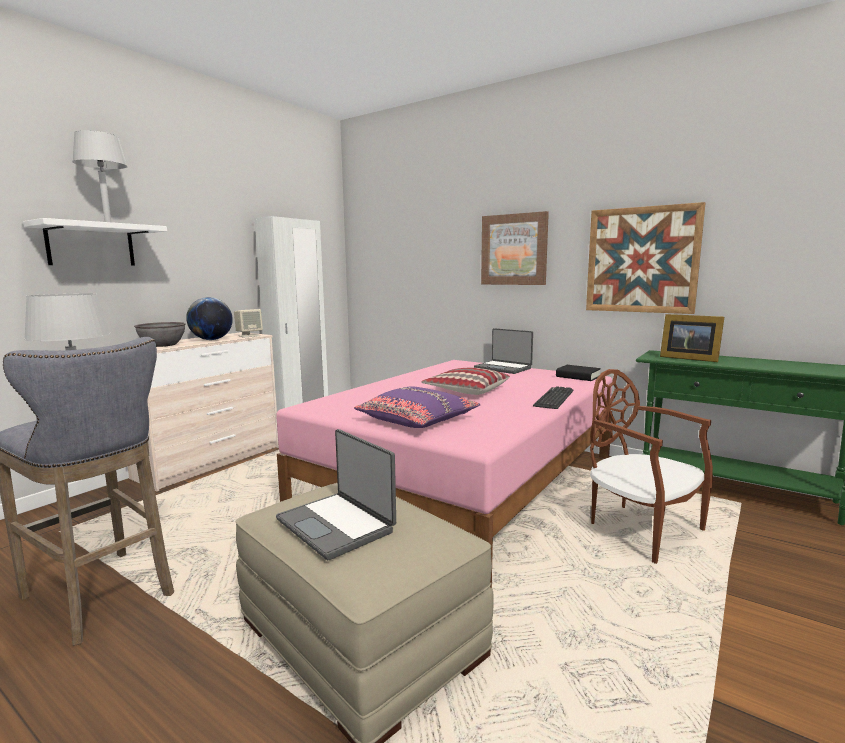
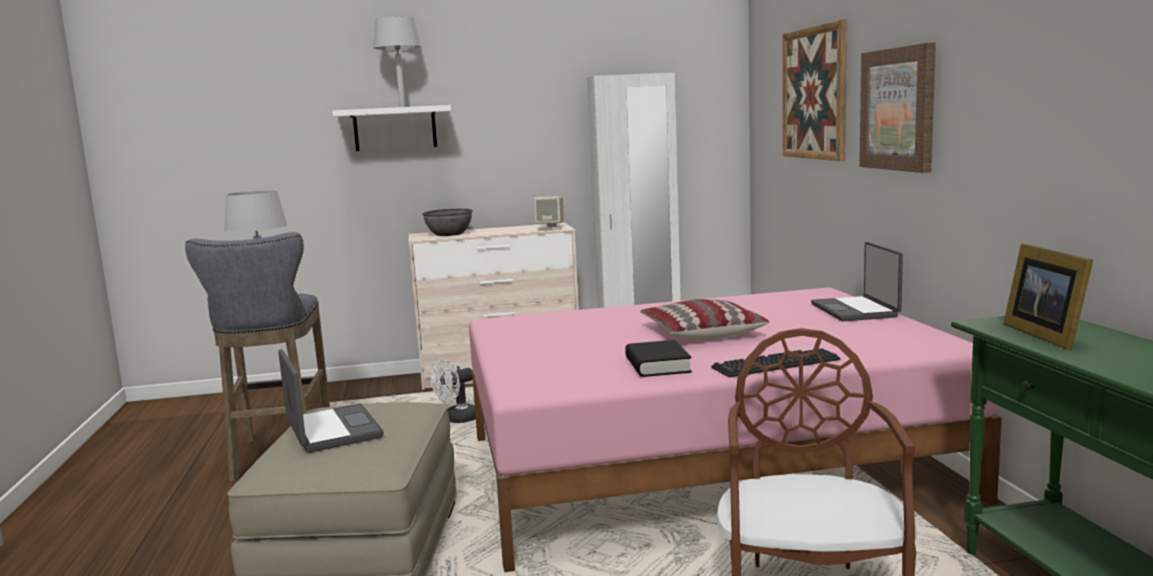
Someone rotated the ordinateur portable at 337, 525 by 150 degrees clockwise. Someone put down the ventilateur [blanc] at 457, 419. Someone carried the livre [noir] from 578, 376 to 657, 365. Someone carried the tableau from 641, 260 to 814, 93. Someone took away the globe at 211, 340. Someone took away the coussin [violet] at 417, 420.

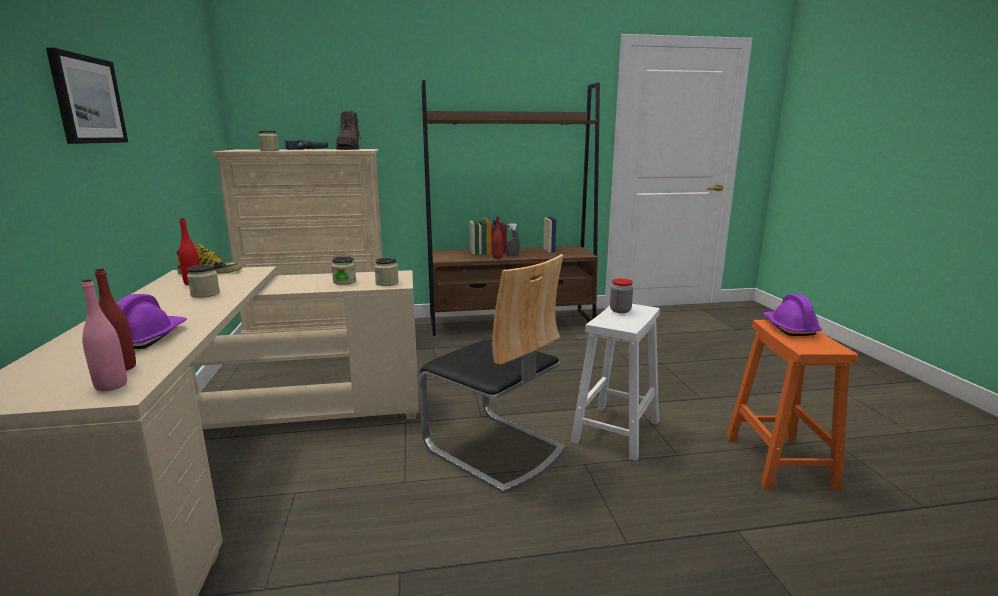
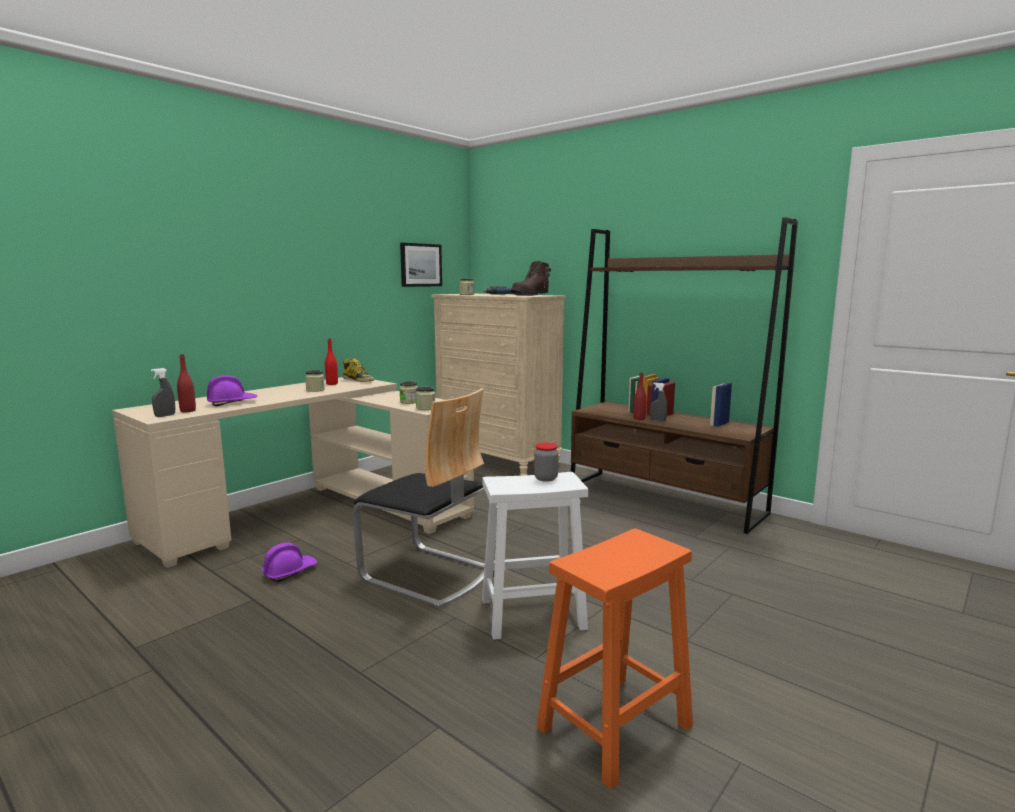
Someone swapped the bouteille [rose] at 111, 386 for the vaporisateur [gris] at 165, 416. Someone carried the casque de chantier [violet] from 789, 328 to 289, 572. Someone rotated the chaise at 494, 449 by 60 degrees counterclockwise. Someone carried the tableau from 87, 100 to 420, 265.

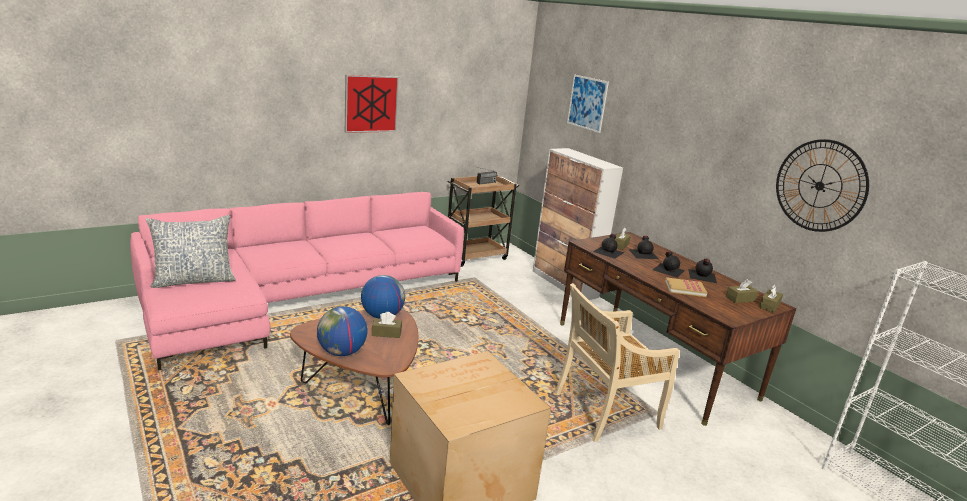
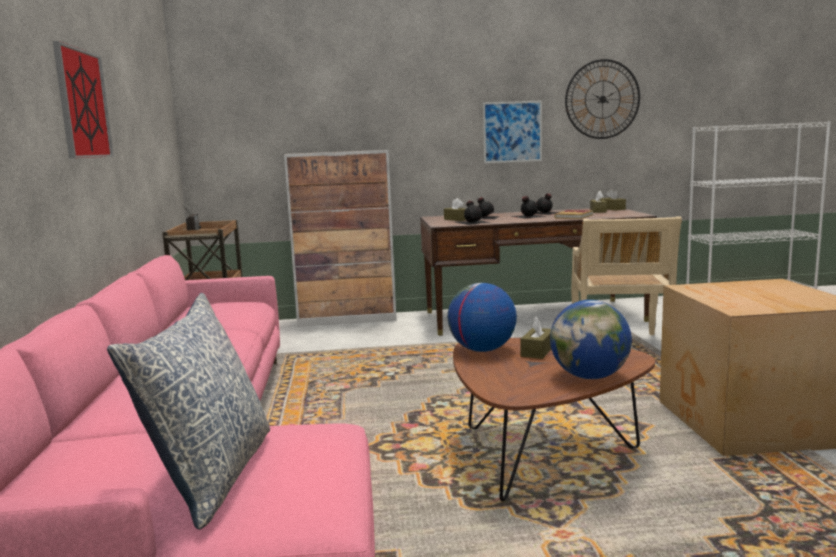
Someone carried the tableau from 587, 103 to 512, 132.

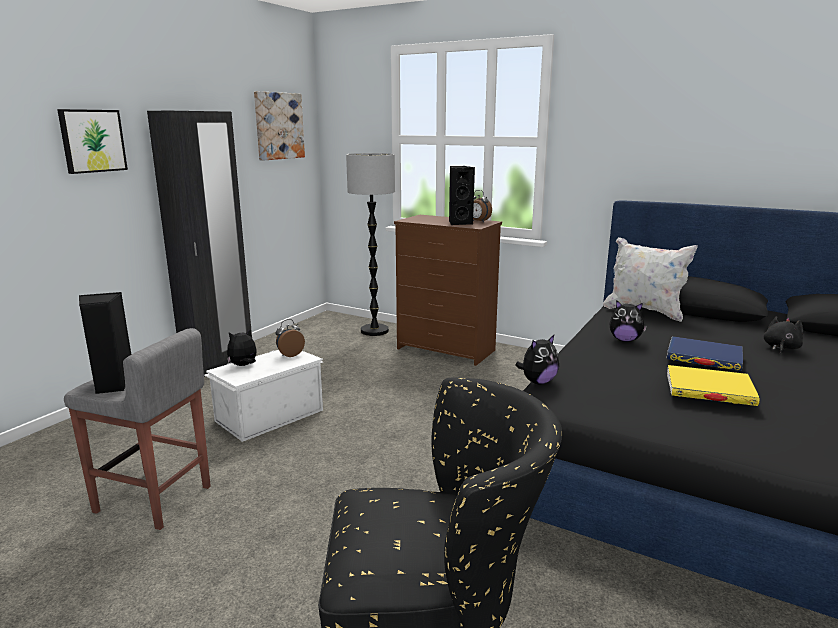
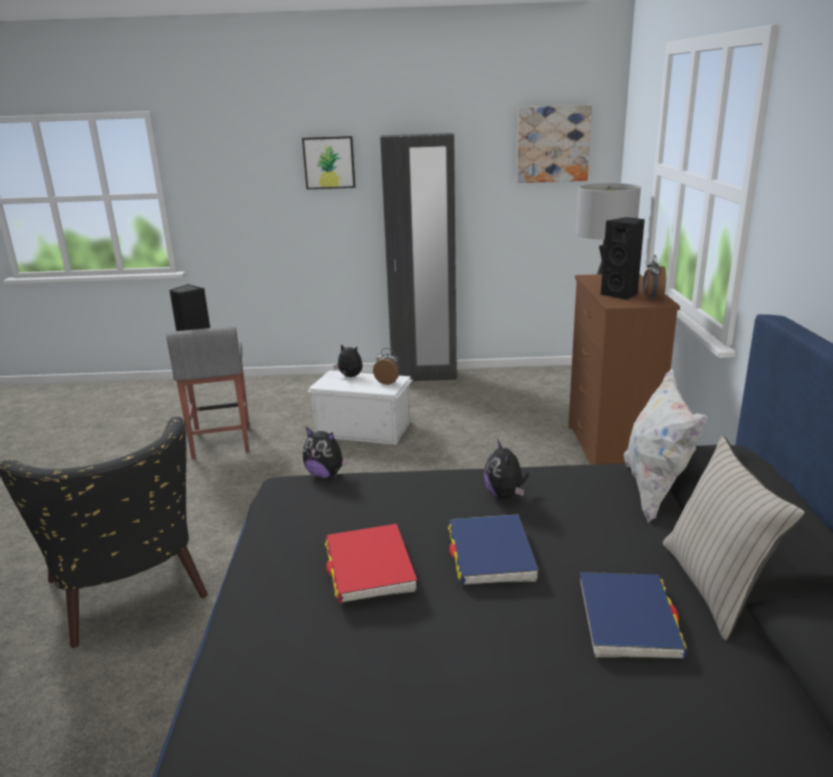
Someone repainted the livre [jaune] at 709, 390, which became the livre [rouge] at 369, 567. Someone swapped the peluche [noir] at 781, 348 for the livre [bleu] at 628, 619. Someone put down the coussin [beige] at 715, 586.

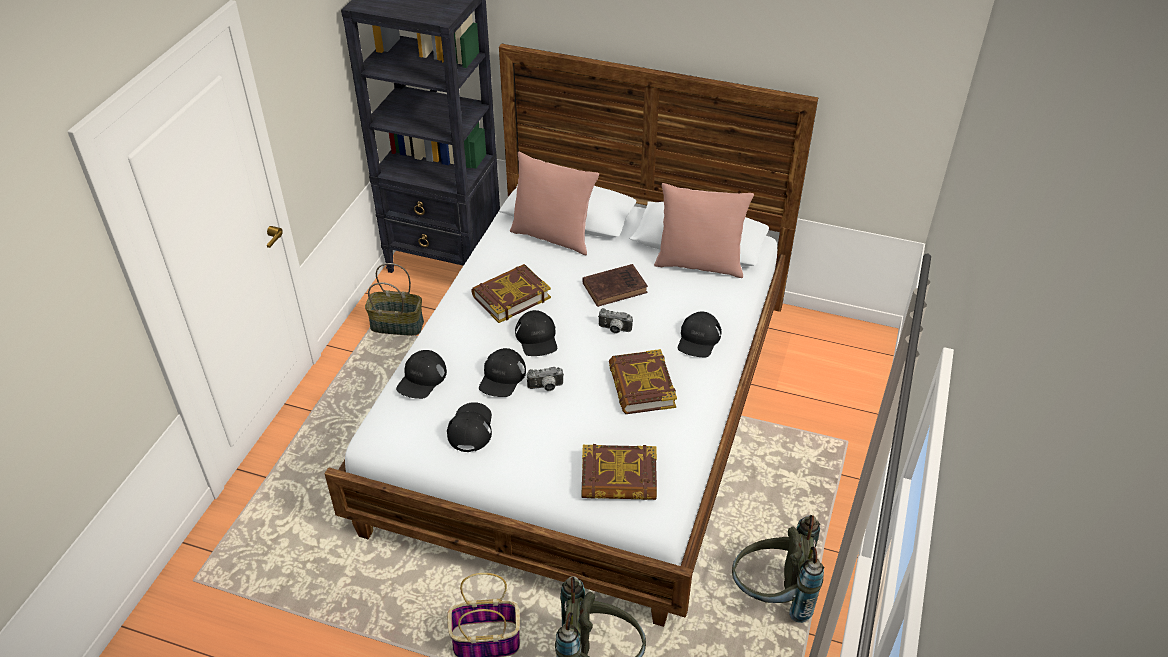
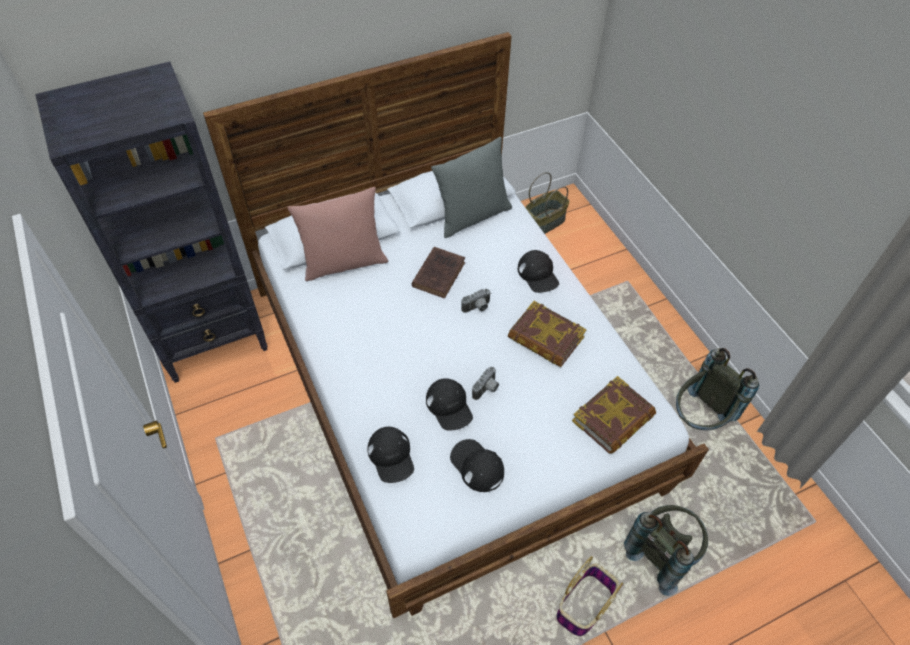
Someone repainted the coussin [rose] at 699, 264, which became the coussin [gris] at 472, 216. Someone carried the panier from 397, 325 to 544, 222. Someone took away the livre at 511, 297. Someone took away the casquette [noir] at 537, 338.

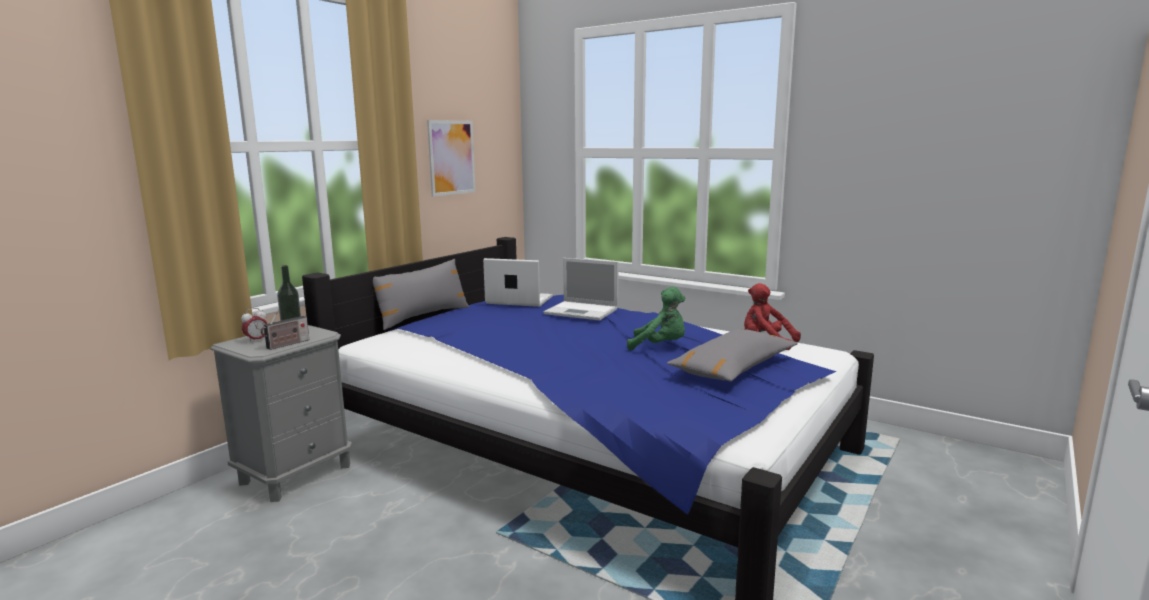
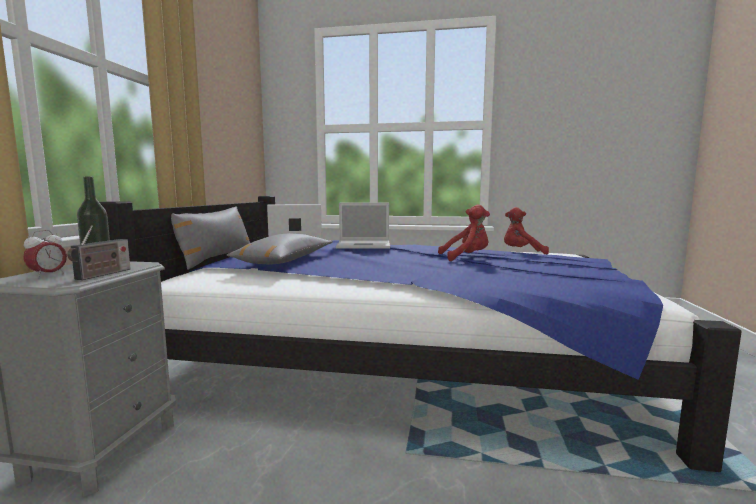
Someone carried the coussin [gris] from 733, 369 to 285, 261. Someone repainted the peluche [vert] at 660, 346, which became the peluche [rouge] at 466, 257. Someone took away the tableau at 451, 157.

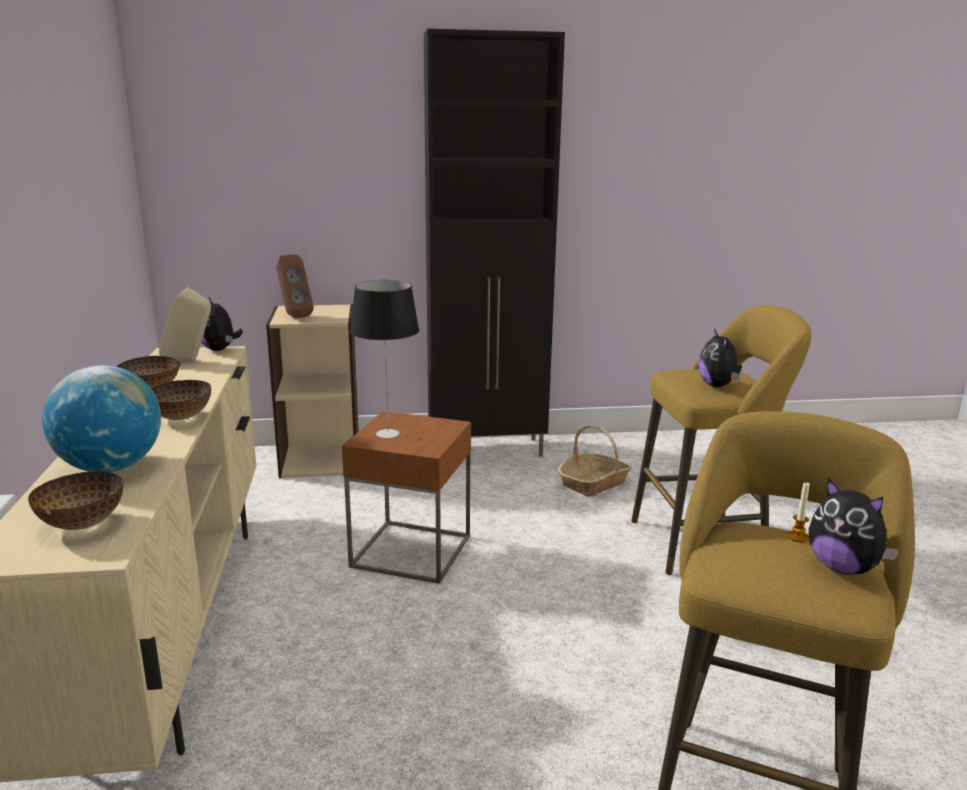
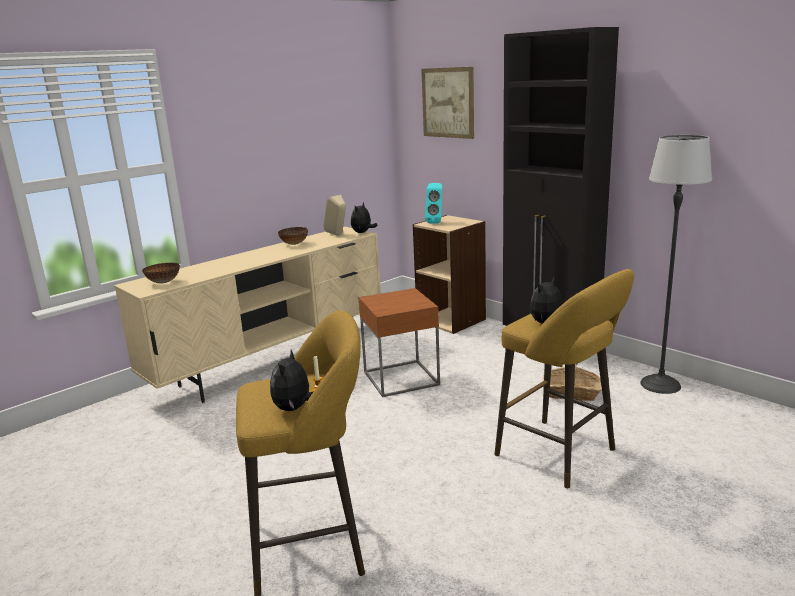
Someone put up the tableau at 448, 102. Someone repainted the enceinte [marron] at 293, 316, which became the enceinte [turquoise] at 436, 222. Someone put down the lampadaire at 660, 384. Someone took away the globe at 110, 467. Someone took away the bol at 180, 417. Someone took away the lampe de table at 387, 433.

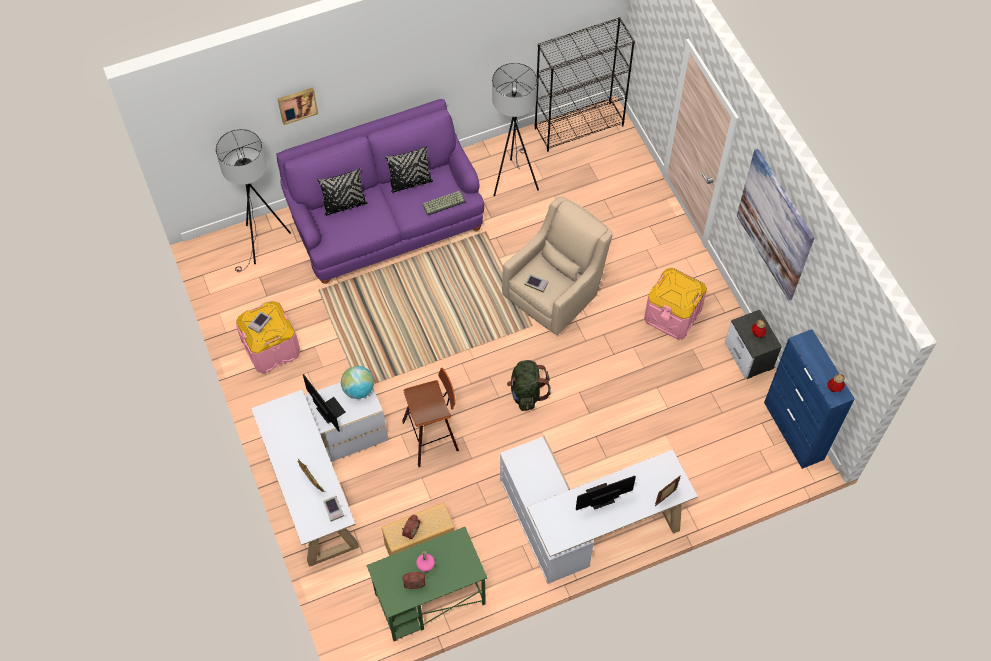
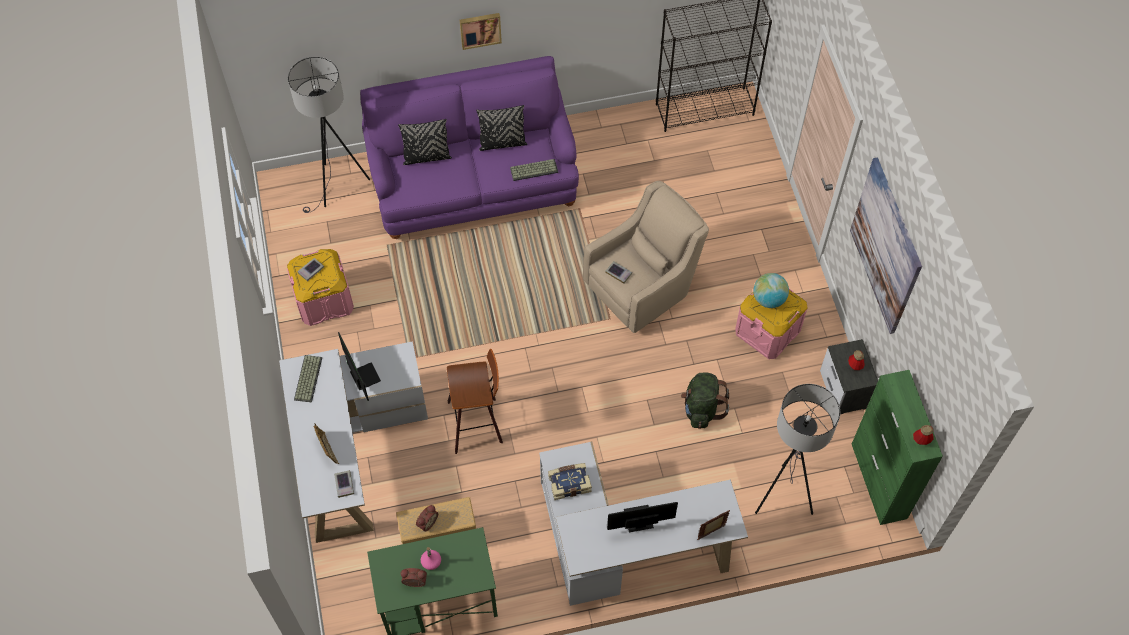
Someone put down the clavier at 307, 378. Someone carried the tableau from 297, 104 to 480, 29. Someone put down the livre at 569, 483. Someone carried the sac à dos [vert] from 526, 393 to 701, 408. Someone carried the globe from 358, 389 to 769, 299. Someone carried the lampadaire [gris] from 513, 178 to 782, 492. Someone repainted the meuble de rangement [bleu] at 793, 431, which became the meuble de rangement [vert] at 878, 481.

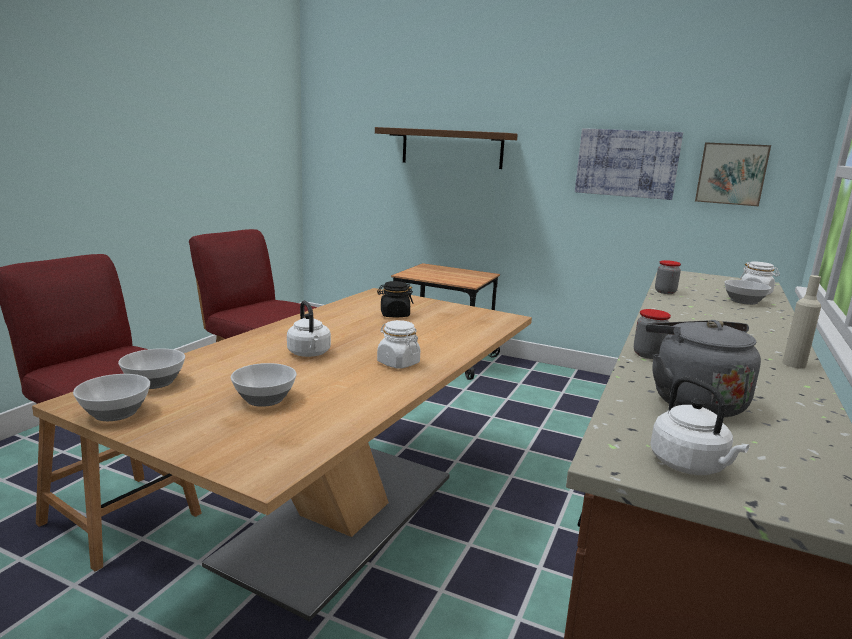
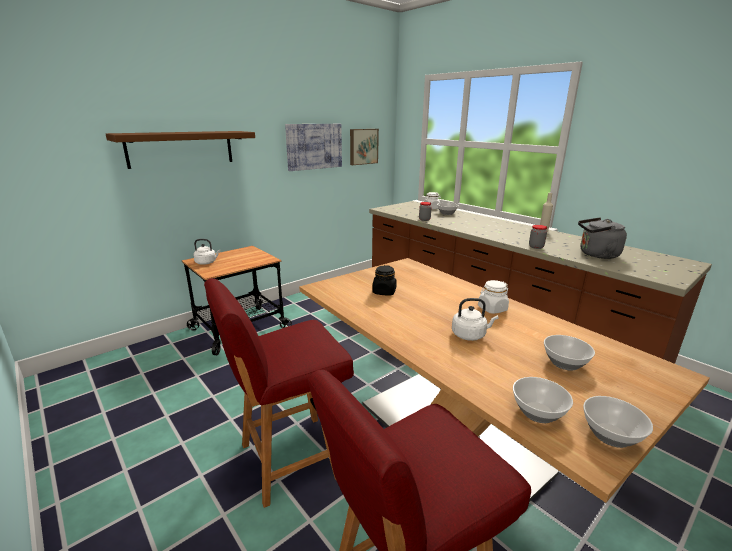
Someone carried the bouilloire [blanc] from 690, 466 to 207, 262.

